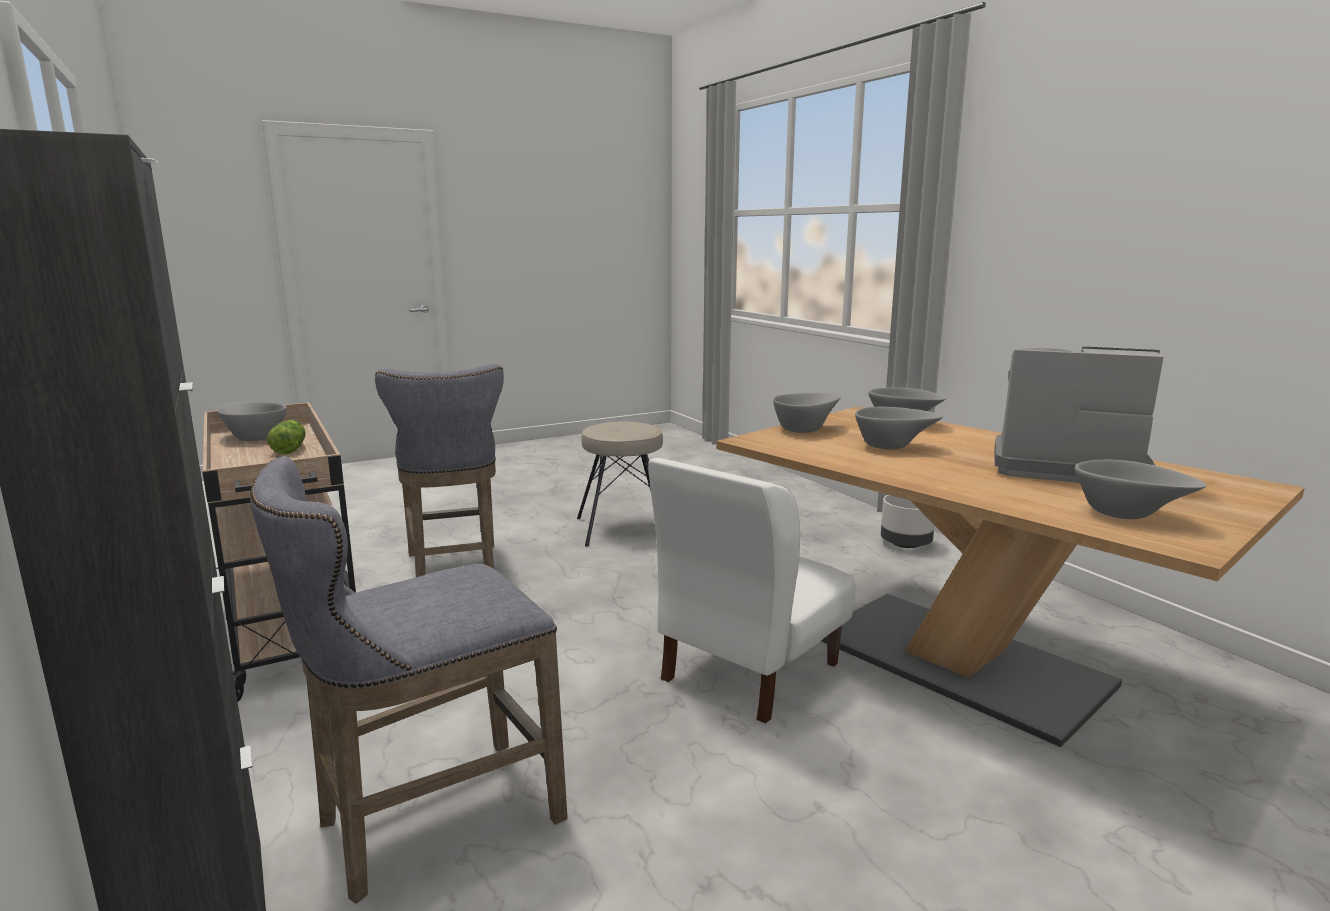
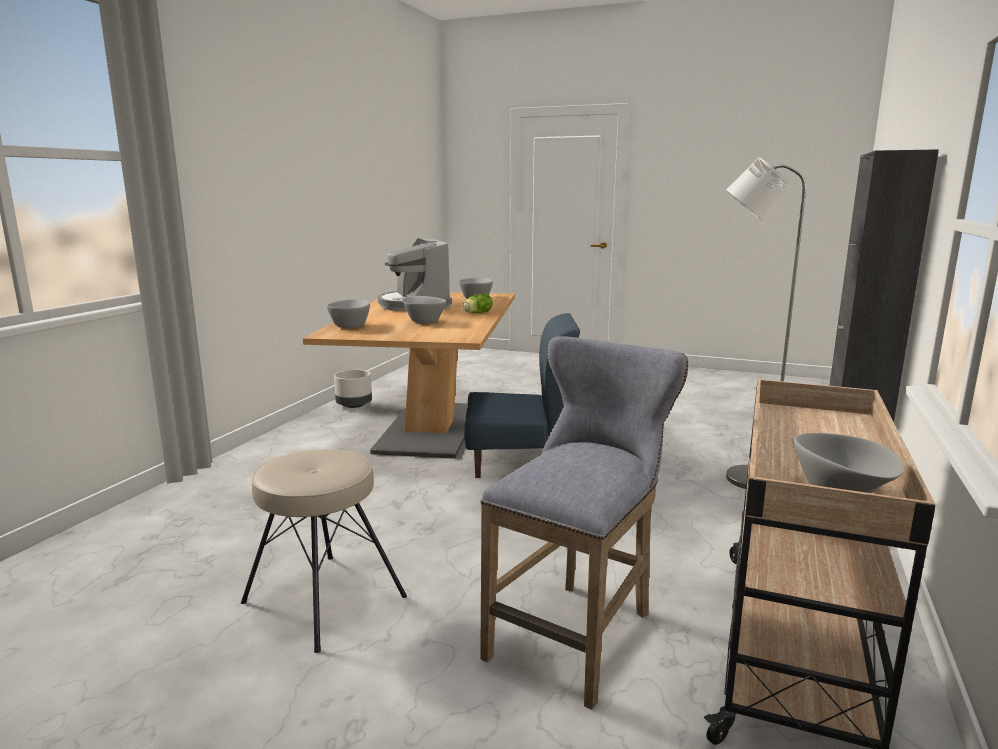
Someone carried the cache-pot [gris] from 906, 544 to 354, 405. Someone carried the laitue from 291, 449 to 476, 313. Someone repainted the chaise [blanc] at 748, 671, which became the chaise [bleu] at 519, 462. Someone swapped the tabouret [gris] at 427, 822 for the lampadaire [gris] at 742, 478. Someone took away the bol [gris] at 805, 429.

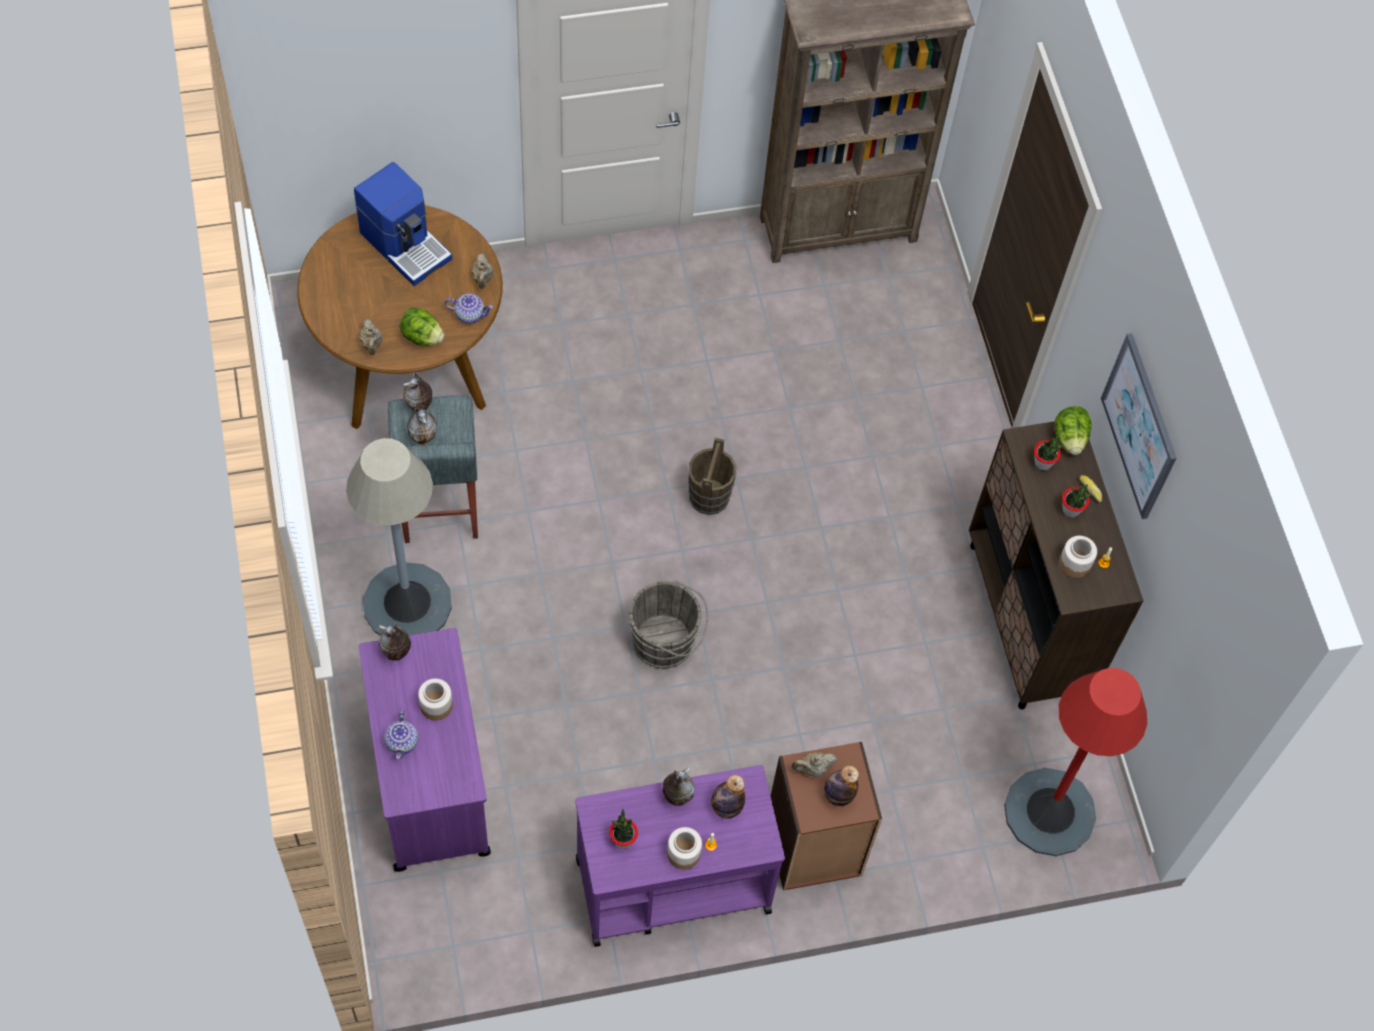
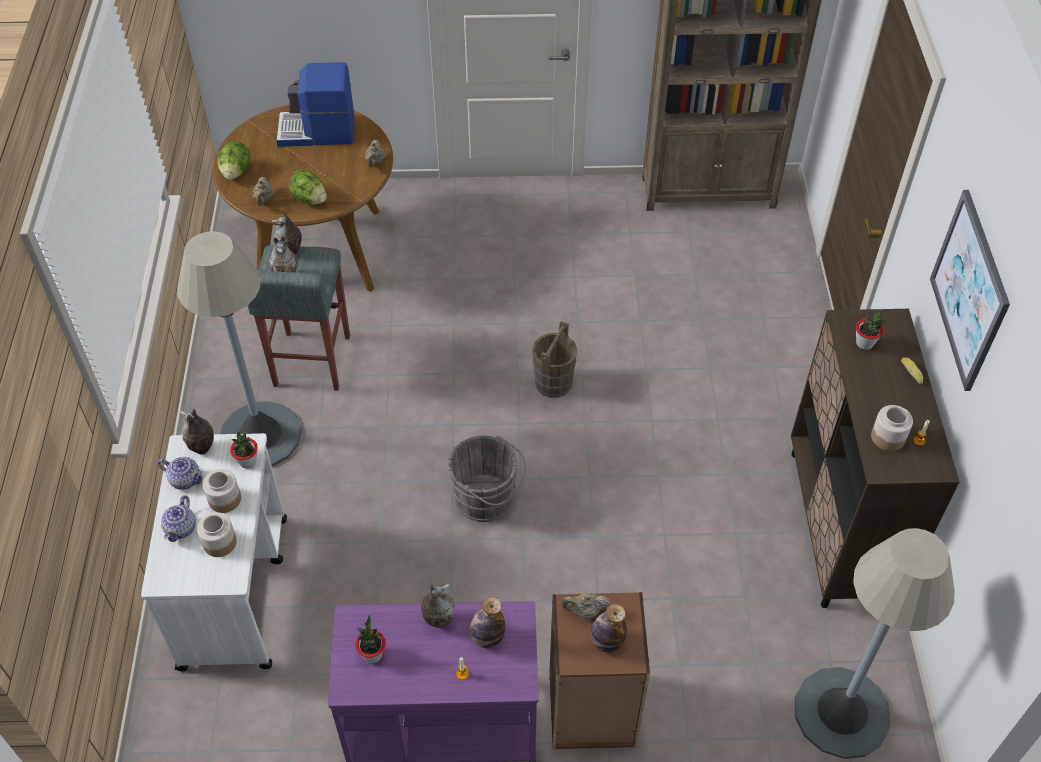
Someone repainted the chariot [violet] at 429, 779, which became the chariot [blanc] at 235, 590. Someone carried the théière from 469, 314 to 185, 479. Someone carried the bocal from 683, 854 to 219, 543. Someone carried the laitue from 1069, 438 to 236, 172. Someone carried the plante en pot from 1071, 510 to 247, 462. Someone rotated the machine à café at 406, 244 by 120 degrees clockwise. Someone repainted the lampadaire [rouge] at 1050, 812, which became the lampadaire [gris] at 842, 713.

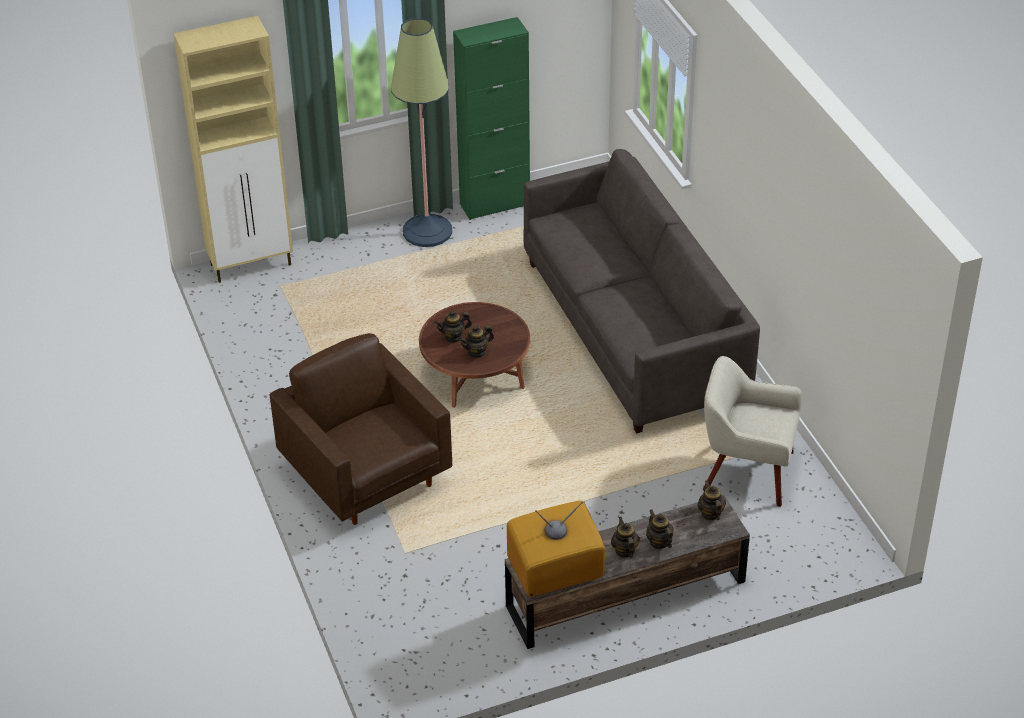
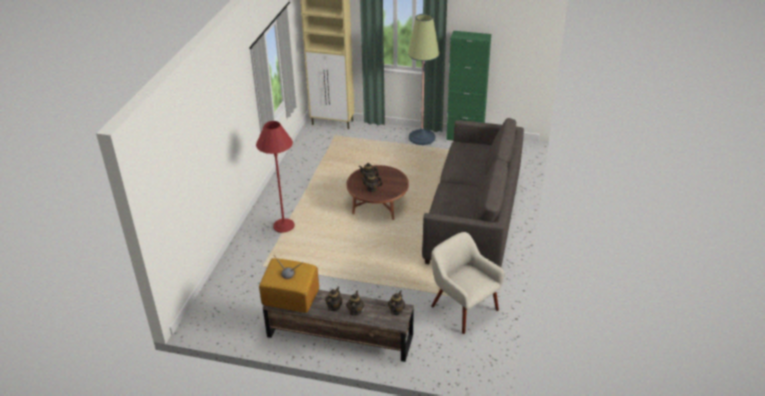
Someone swapped the fauteuil [marron] at 367, 475 for the lampadaire [rouge] at 284, 226.

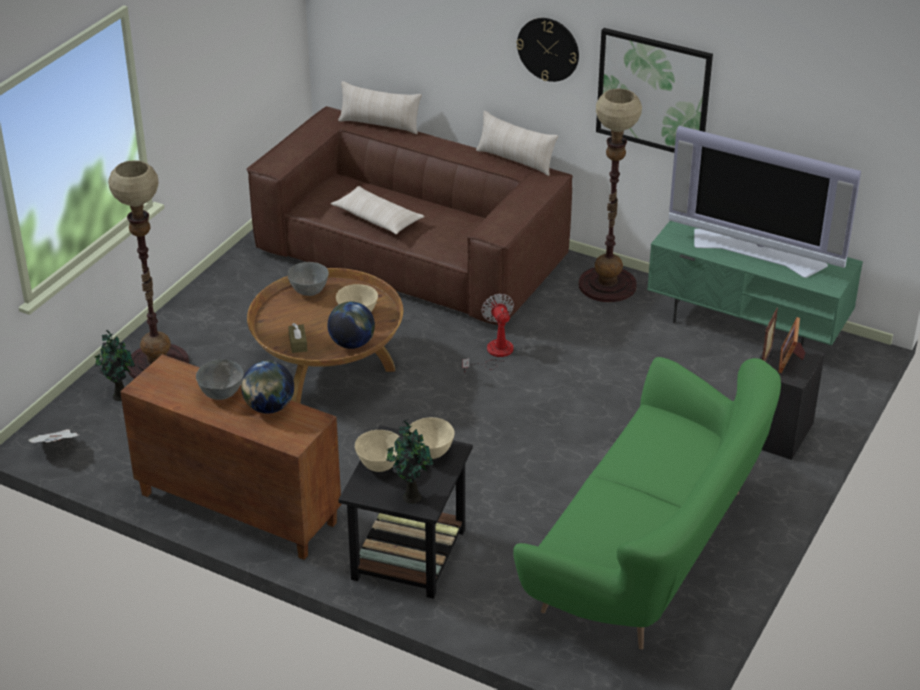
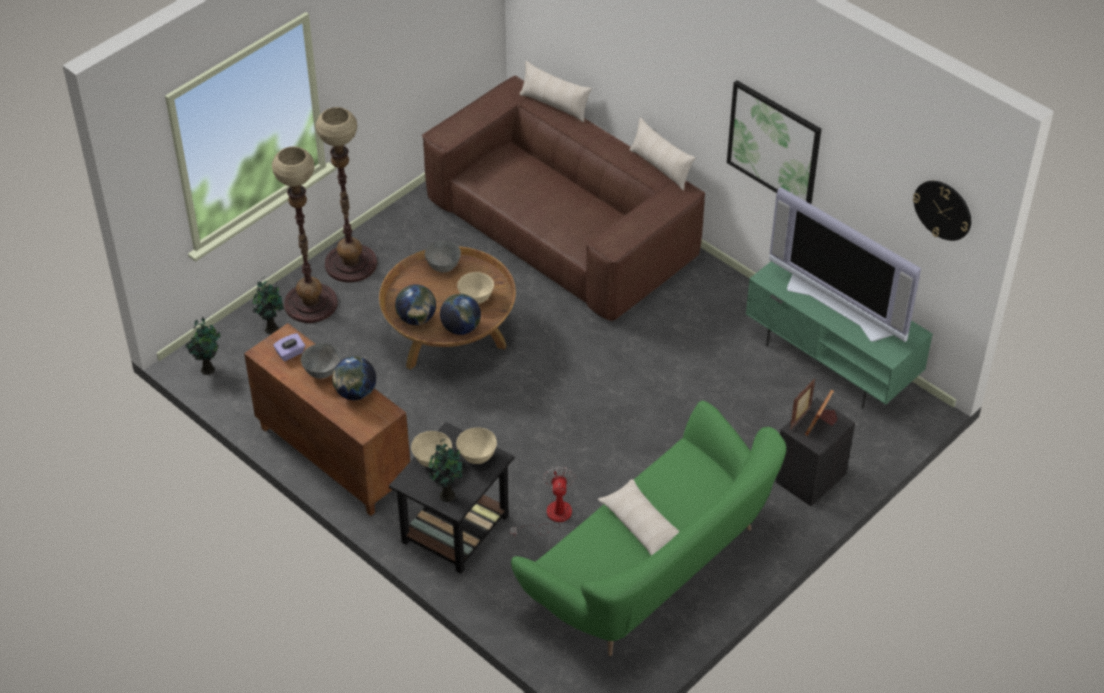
Someone swapped the journal at 57, 446 for the plante en pot at 207, 368. Someone put down the boîte à mouchoirs [violet] at 290, 353. Someone carried the lampadaire from 607, 285 to 351, 263. Someone swapped the boîte à mouchoirs [marron] at 298, 343 for the globe at 416, 319. Someone carried the ventilateur from 494, 354 to 551, 517. Someone carried the coussin [beige] from 377, 218 to 642, 525. Someone carried the horloge murale from 548, 49 to 943, 210.

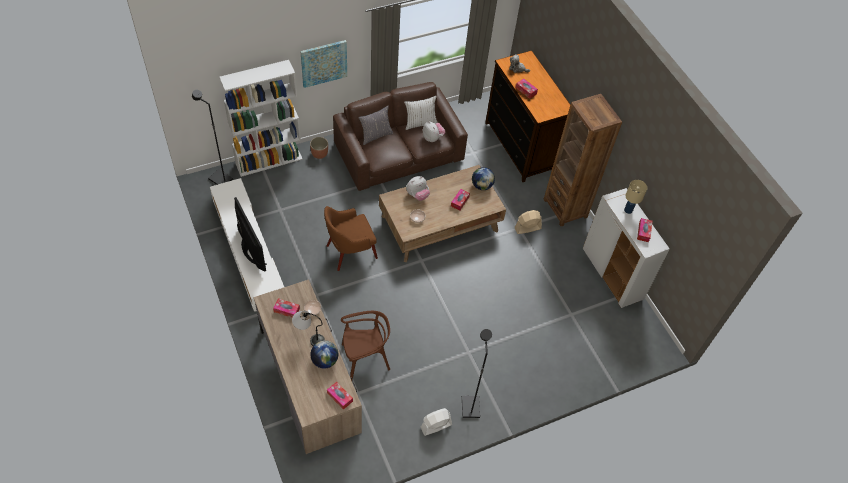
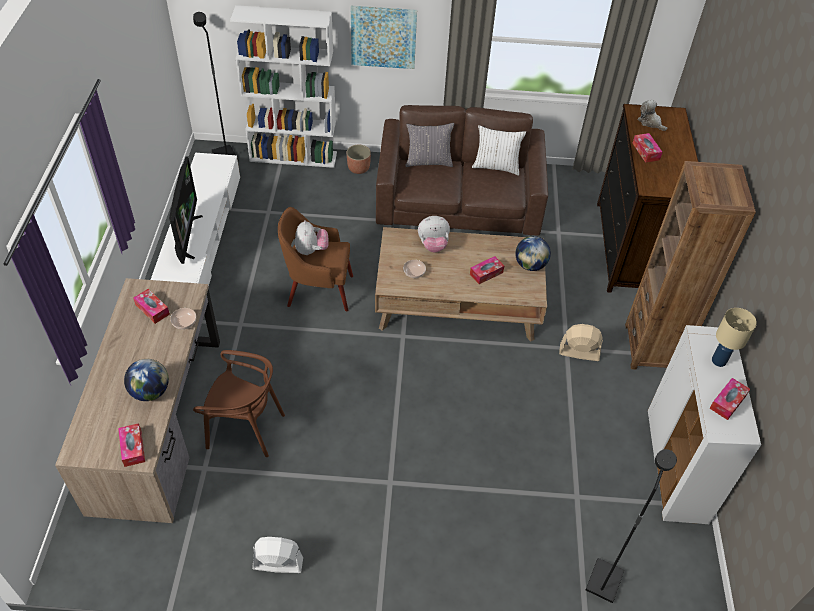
Someone carried the peluche from 433, 138 to 311, 250. Someone carried the lampadaire [noir] from 469, 407 to 603, 580. Someone took away the lampe de table at 309, 336.

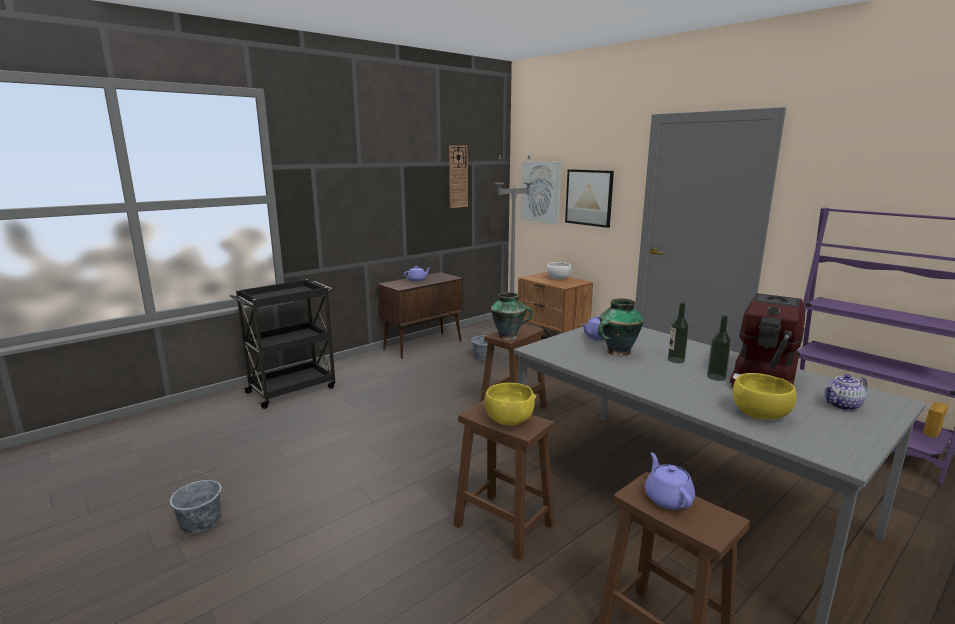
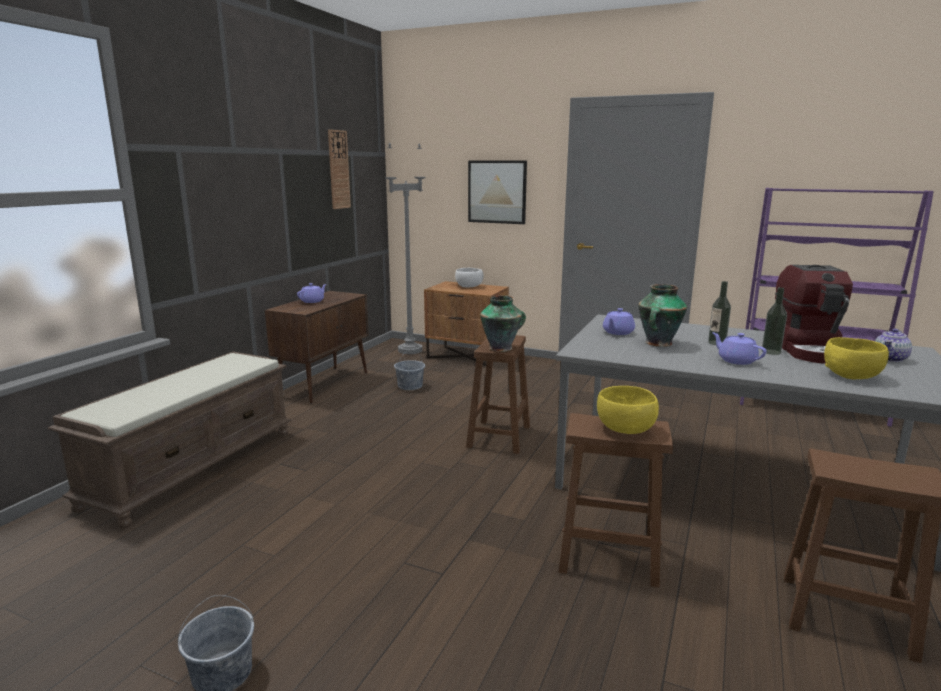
Someone swapped the chariot [noir] at 293, 389 for the banc [marron] at 194, 467. Someone carried the théière [violet] from 667, 498 to 736, 360. Someone took away the tableau at 541, 192.

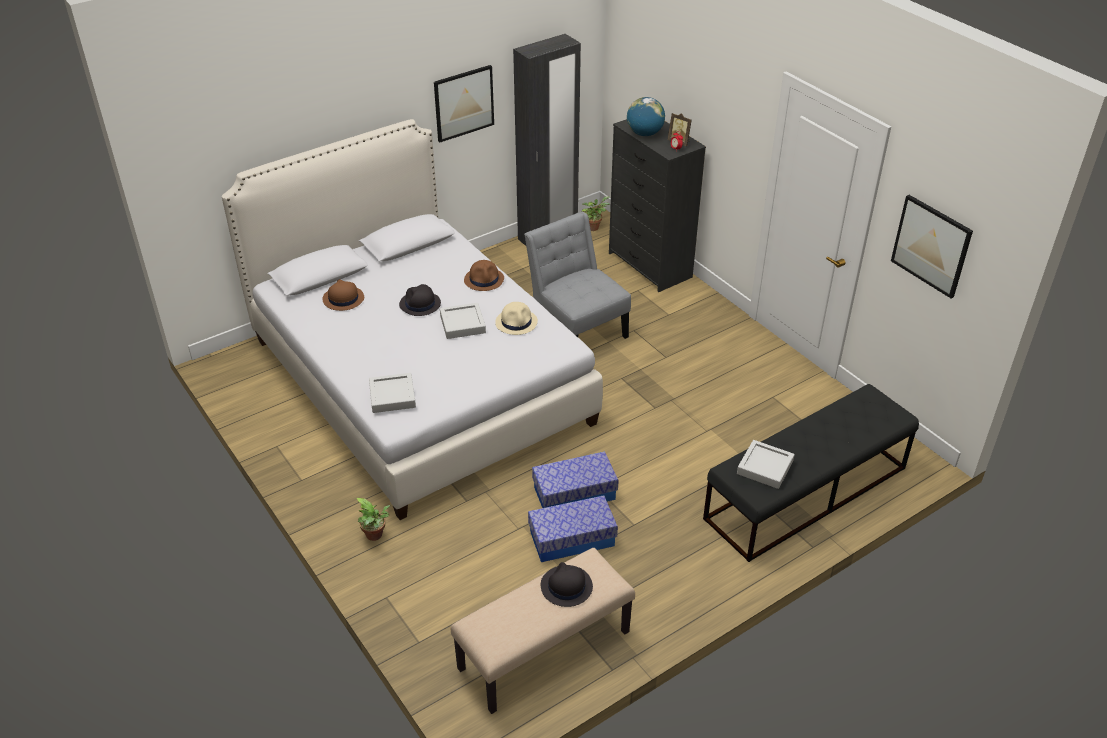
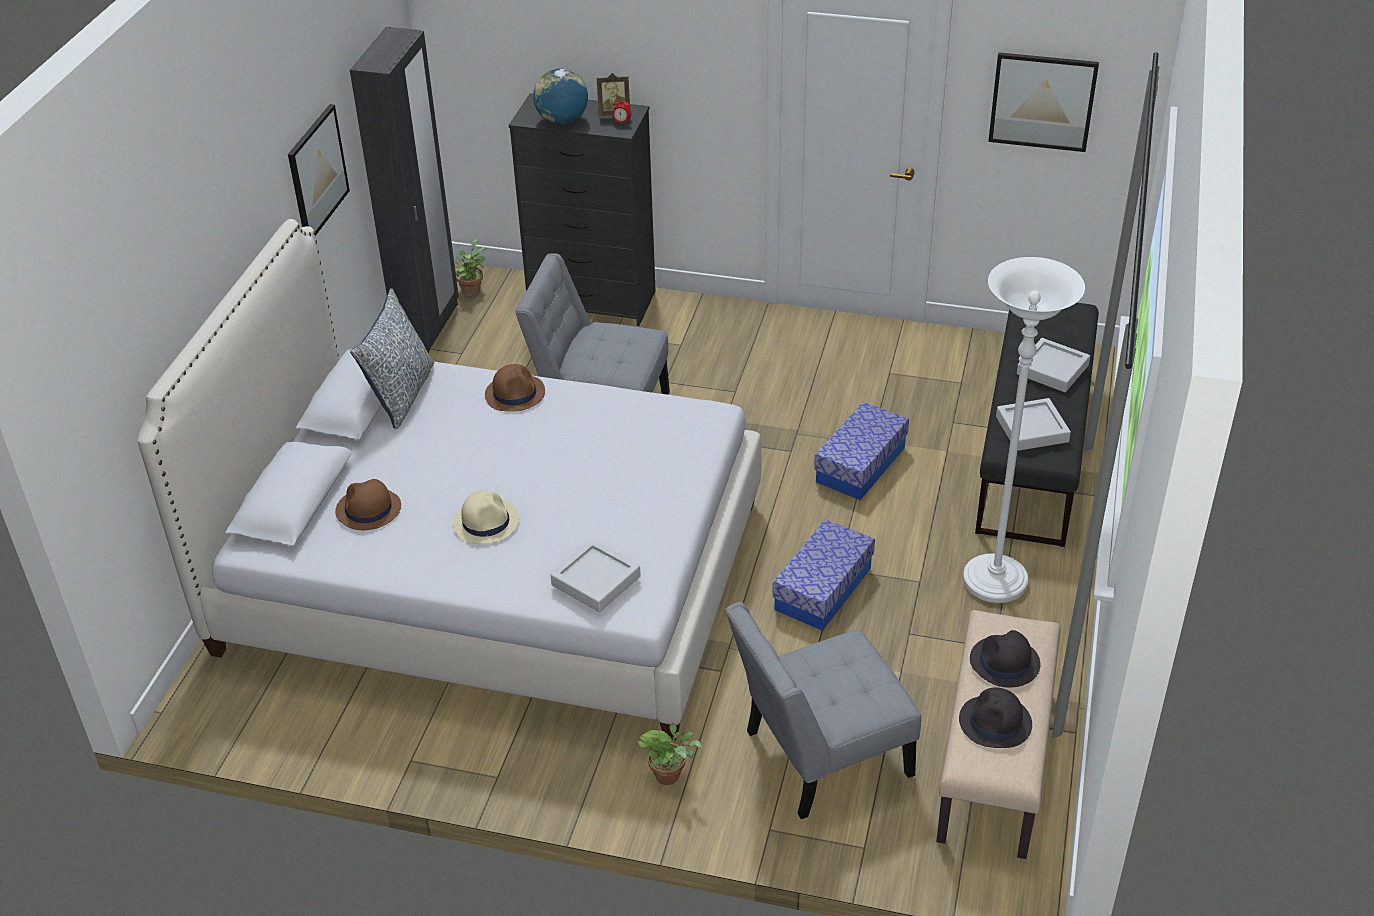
Someone put down the coussin at 401, 394. Someone carried the chapeau [beige] from 516, 322 to 486, 522. Someone put down the chaise [gris] at 819, 756. Someone carried the boîte de rangement from 572, 539 to 860, 465. Someone carried the chapeau [noir] from 420, 304 to 995, 723. Someone put down the lampadaire [blanc] at 995, 582. Someone carried the plateau [gris] from 462, 324 to 1052, 370.

